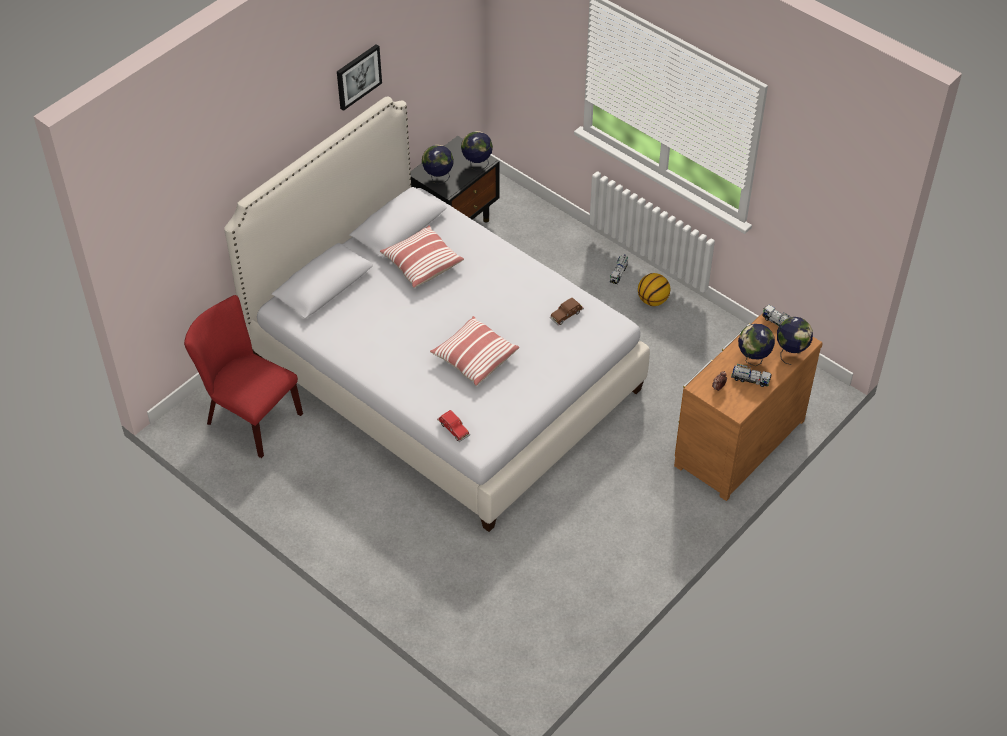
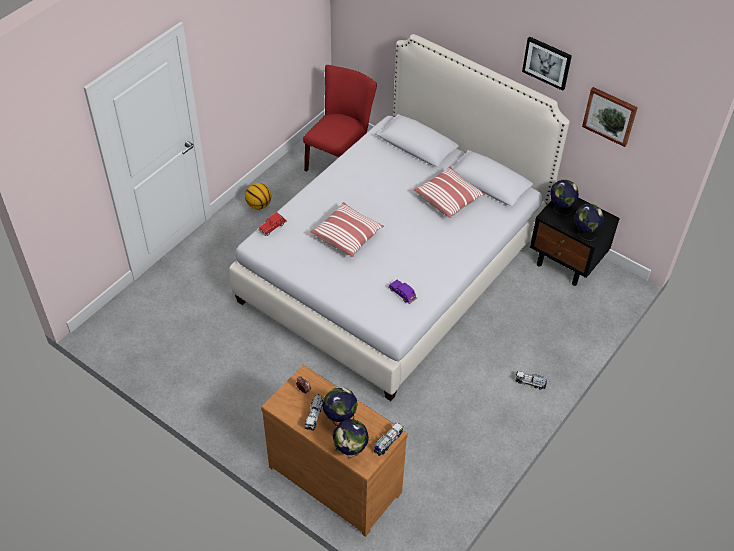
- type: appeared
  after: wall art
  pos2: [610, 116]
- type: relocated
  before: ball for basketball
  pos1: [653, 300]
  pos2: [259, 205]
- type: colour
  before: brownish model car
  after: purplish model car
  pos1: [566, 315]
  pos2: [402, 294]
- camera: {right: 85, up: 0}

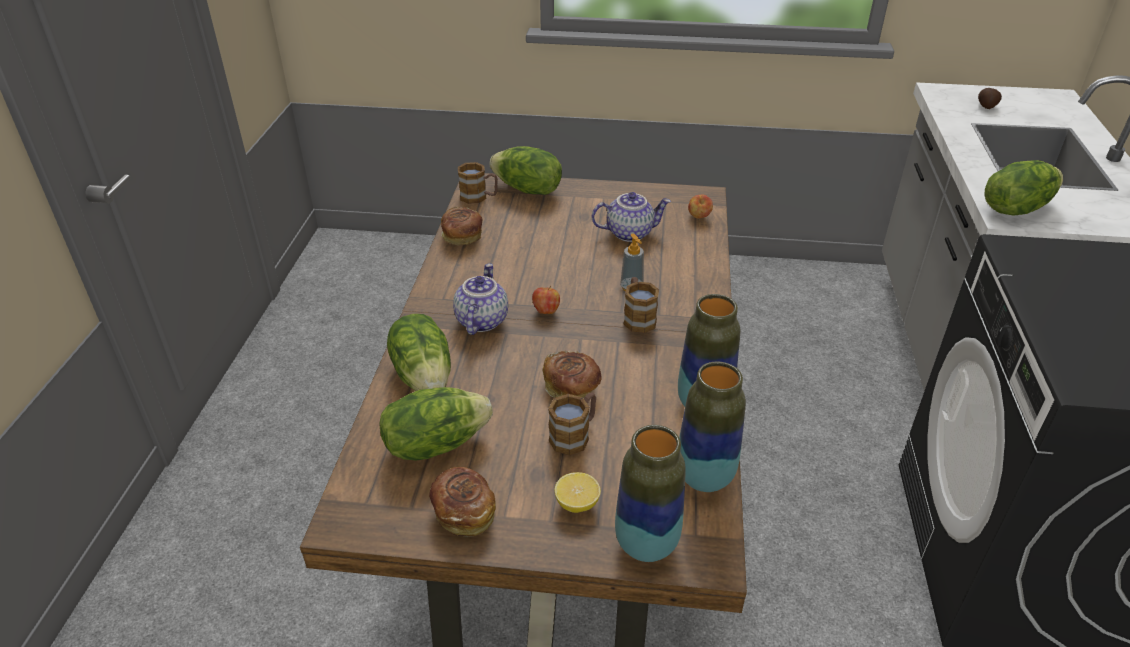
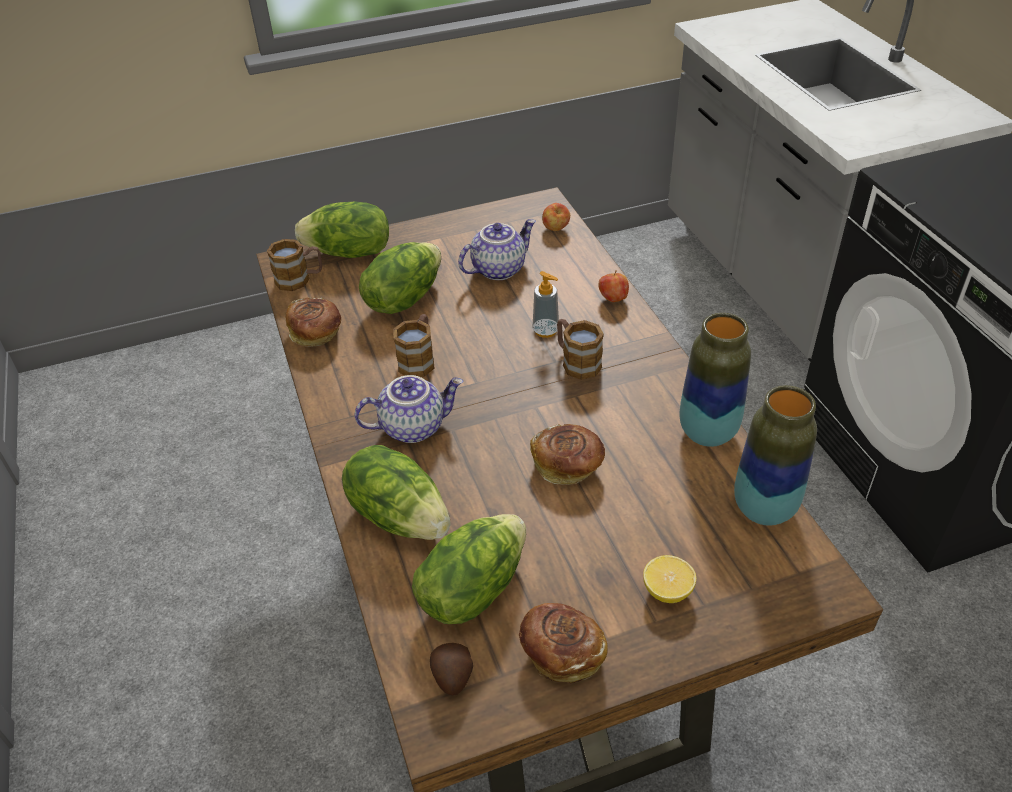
- type: missing
  before: flower vase
  pos1: [646, 544]
- type: relocated
  before: whole apple
  pos1: [546, 311]
  pos2: [613, 299]
- type: relocated
  before: mug
  pos1: [574, 435]
  pos2: [419, 359]
- type: relocated
  before: potato
  pos1: [986, 107]
  pos2: [452, 678]
- type: relocated
  before: lettuce
  pos1: [1015, 208]
  pos2: [403, 298]
- type: spun
  before: pot for tea
  pos1: [480, 320]
  pos2: [413, 426]
  turn: 90
- camera: {right: -25, up: 5}

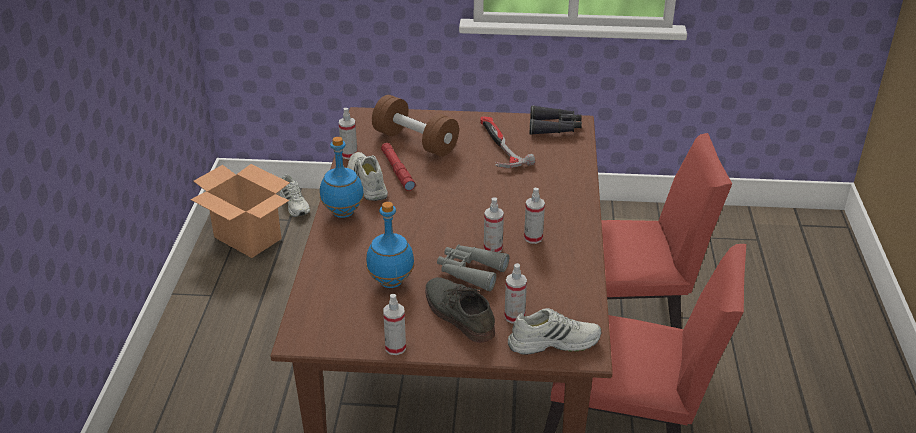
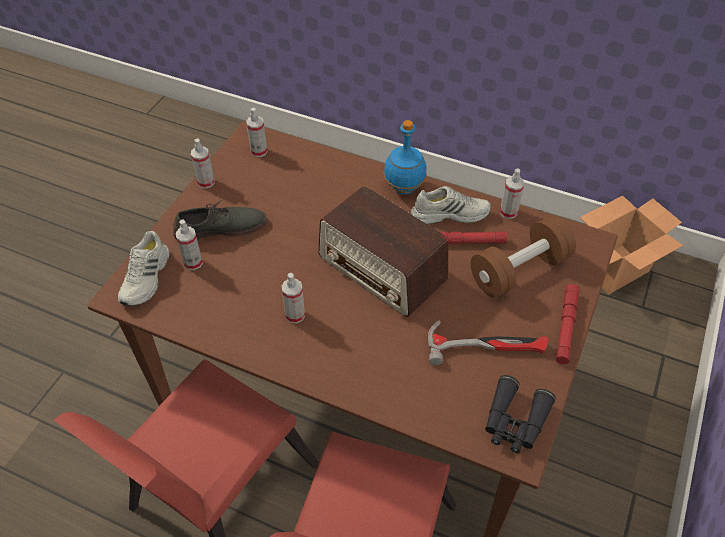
- type: missing
  before: white-coloured item of footwear
  pos1: [295, 204]
- type: missing
  before: bluish bottle
  pos1: [391, 282]
- type: missing
  before: grey pair of binoculars
  pos1: [470, 271]
- type: appeared
  after: radio receiver
  pos2: [382, 269]
- type: appeared
  after: reddish torch
  pos2: [566, 327]
- type: relocated
  before: spray bottle
  pos1: [493, 248]
  pos2: [259, 151]
- camera: {right: 110, up: 15}

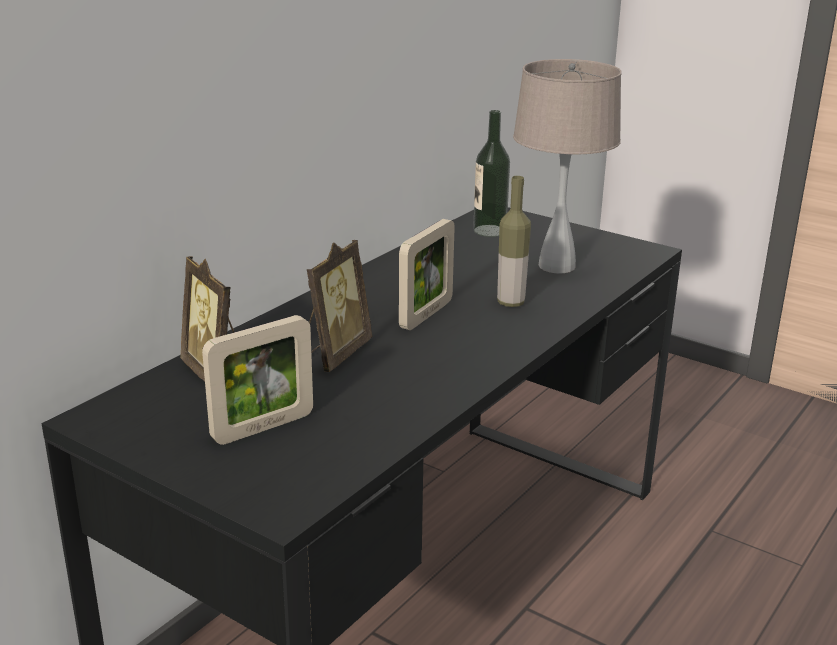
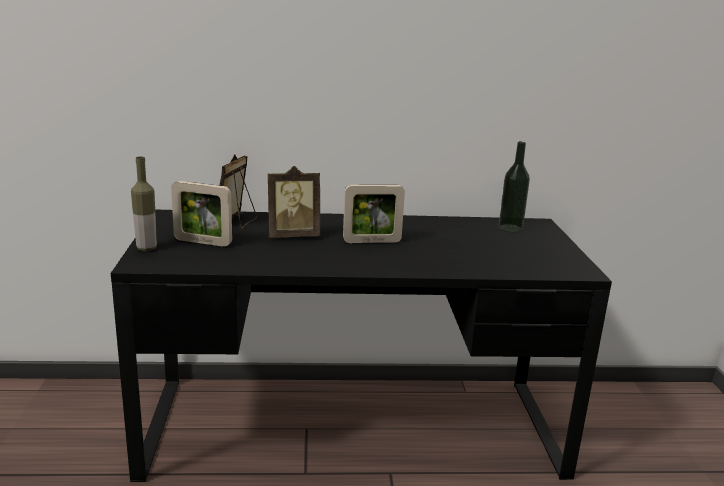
- type: missing
  before: beige-coloured table lamp
  pos1: [556, 266]
- type: relocated
  before: bottle
  pos1: [510, 303]
  pos2: [146, 248]
- camera: {right: 50, up: -5}

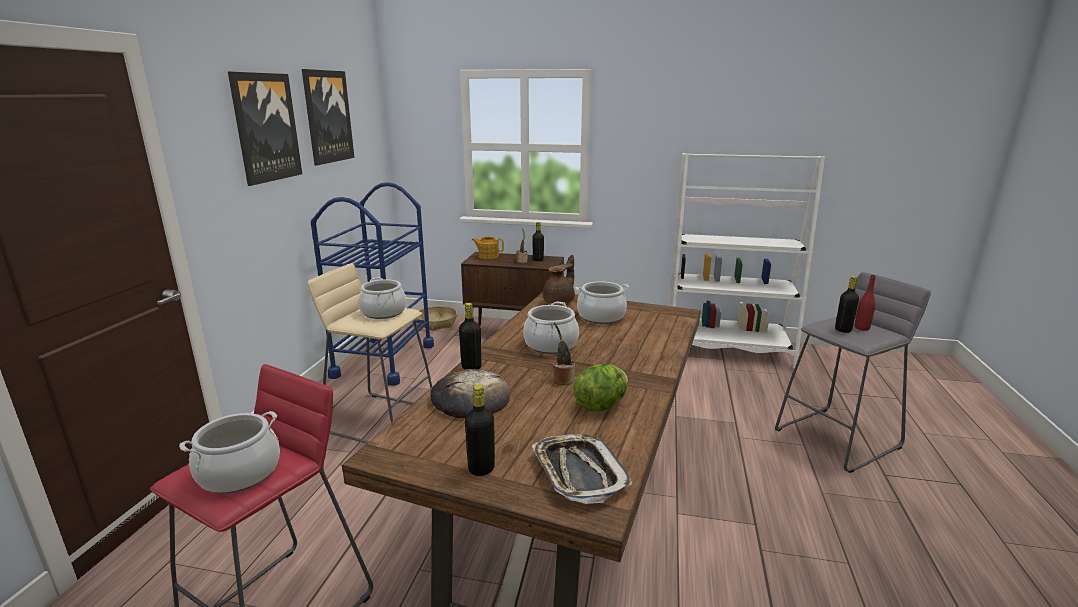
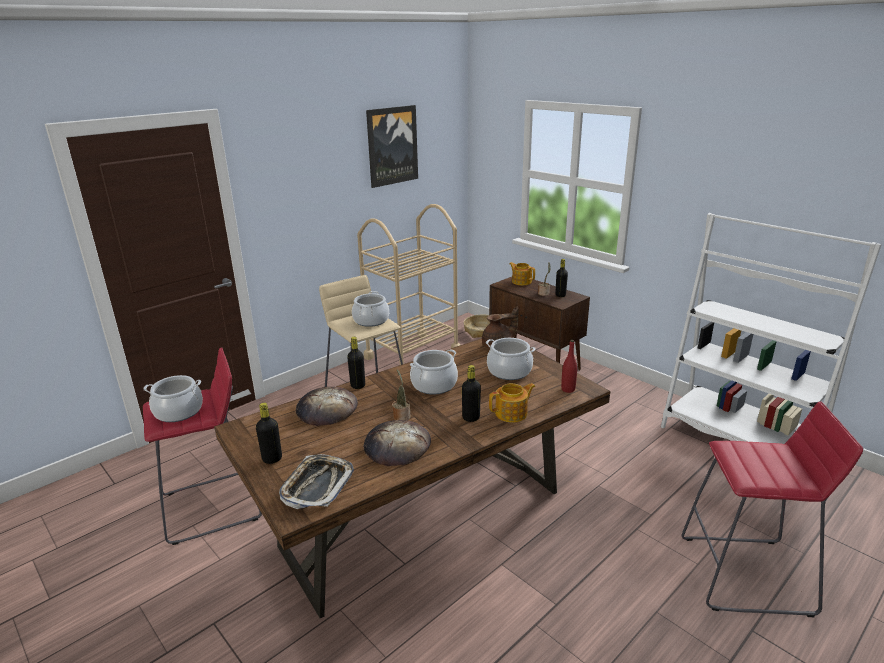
- type: missing
  before: wall art
  pos1: [265, 127]
- type: appeared
  after: pot for tea
  pos2: [512, 413]
- type: relocated
  before: blackish bottle
  pos1: [843, 330]
  pos2: [471, 418]
- type: relocated
  before: reddish bottle
  pos1: [861, 328]
  pos2: [568, 389]
- type: exchanged
  before: lettuce
  after: bread
  pos1: [601, 405]
  pos2: [397, 446]
- type: colour
  before: bluish wheeled cart
  after: beige-coloured wheeled cart
  pos1: [384, 360]
  pos2: [412, 354]
- type: colour
  before: grey stool seat
  after: reddish stool seat
  pos1: [838, 438]
  pos2: [746, 575]
- camera: {right: 35, up: 5}

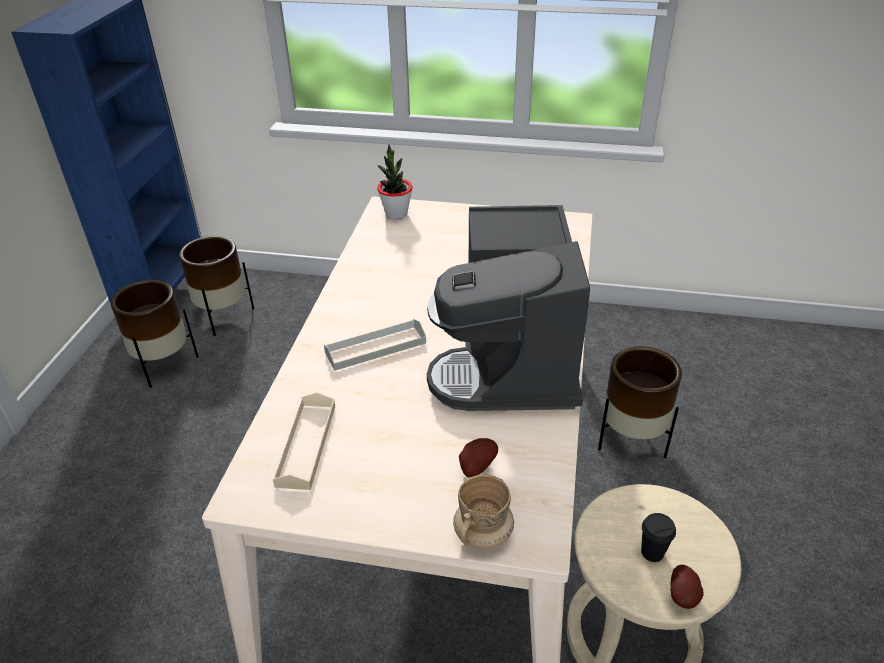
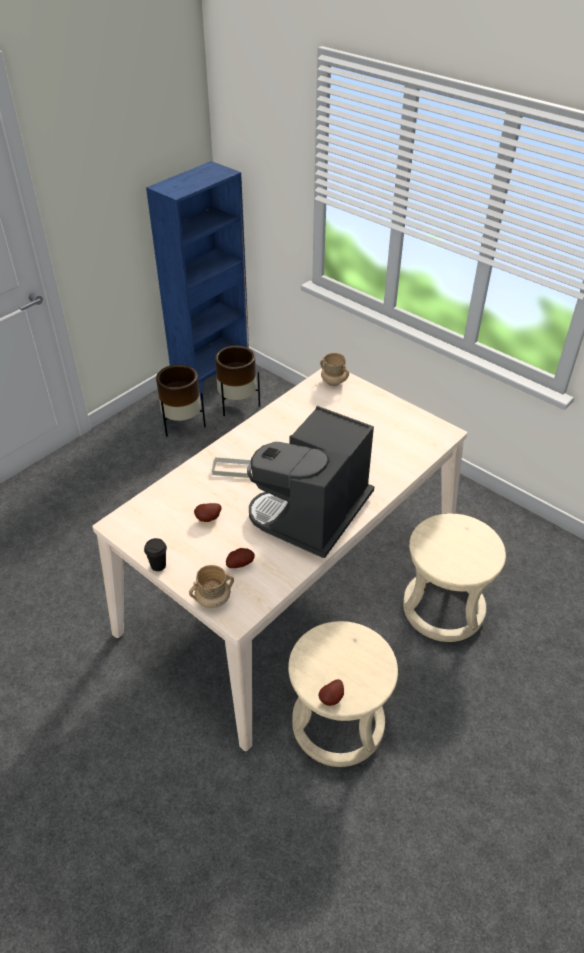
- type: missing
  before: beige-coloured tray
  pos1: [306, 445]
- type: appeared
  after: potato
  pos2: [209, 519]
- type: relocated
  before: blackish cup
  pos1: [652, 552]
  pos2: [158, 565]
- type: exchanged
  before: potted plant
  after: beige-coloured mug
  pos1: [396, 213]
  pos2: [333, 382]
- type: exchanged
  before: brownish plant pot
  after: beige-coloured stool seat
  pos1: [631, 440]
  pos2: [443, 609]
- camera: {right: 30, up: 5}

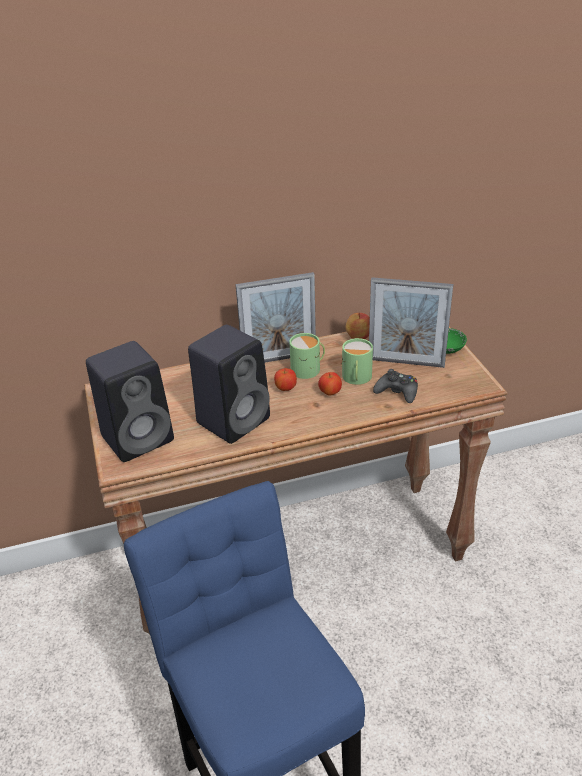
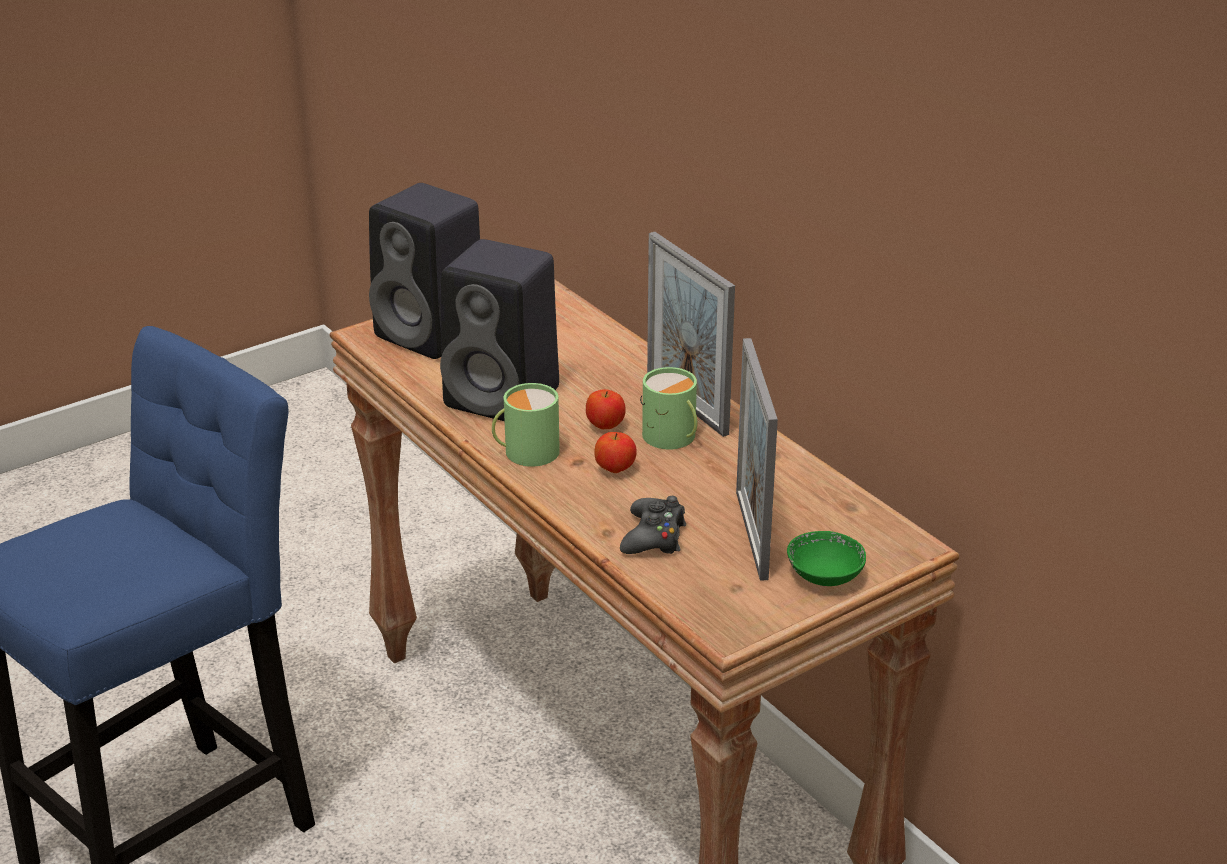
- type: missing
  before: whole apple
  pos1: [358, 336]
- type: relocated
  before: green-coloured mug
  pos1: [356, 378]
  pos2: [525, 451]
- camera: {right: 70, up: -5}

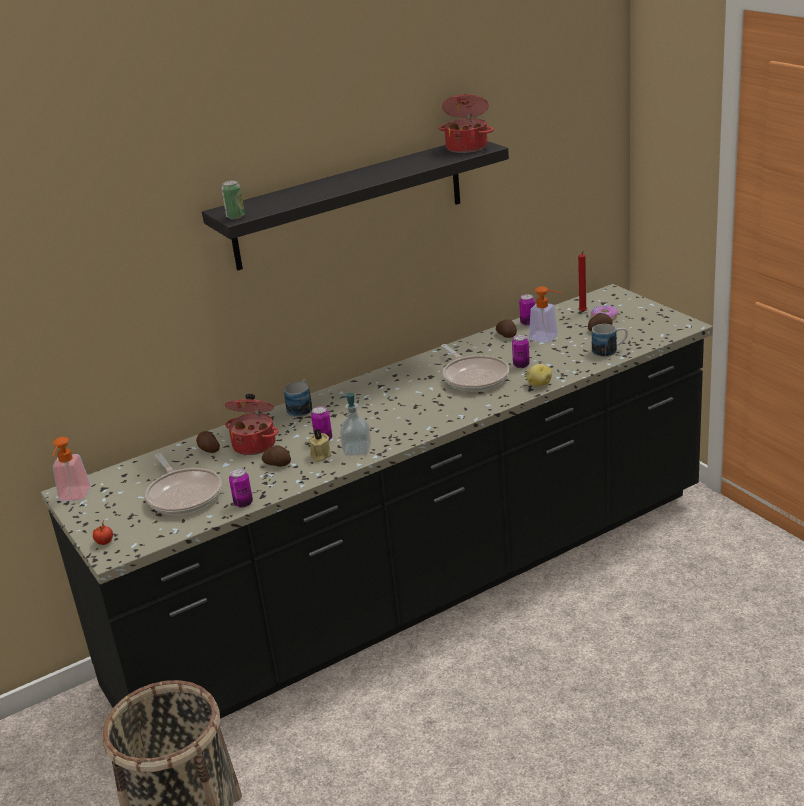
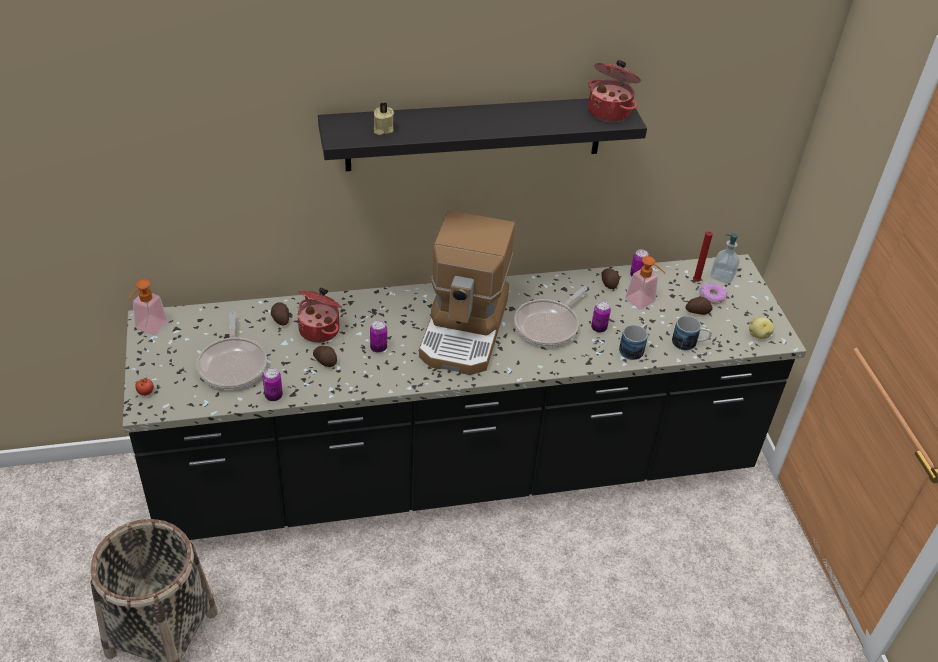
- type: missing
  before: sealed can
  pos1: [235, 217]
- type: appeared
  after: coffee machine
  pos2: [465, 330]
- type: relocated
  before: mug
  pos1: [301, 408]
  pos2: [634, 348]
- type: relocated
  before: beige-coloured wax candle
  pos1: [320, 456]
  pos2: [382, 129]
- type: relocated
  before: soap bottle
  pos1: [357, 450]
  pos2: [722, 276]
- type: relocated
  before: potato
  pos1: [539, 384]
  pos2: [758, 335]
- type: spun
  before: pan
  pos1: [474, 377]
  pos2: [548, 325]
  turn: 45
- camera: {right: 15, up: 15}

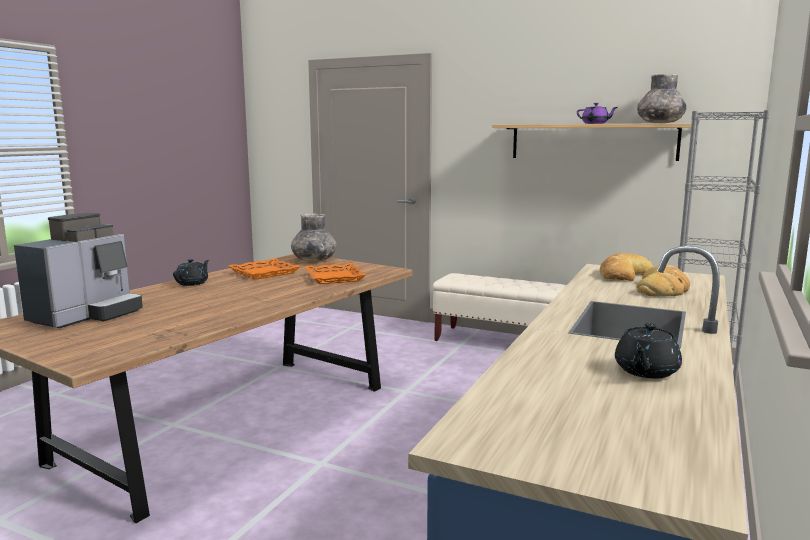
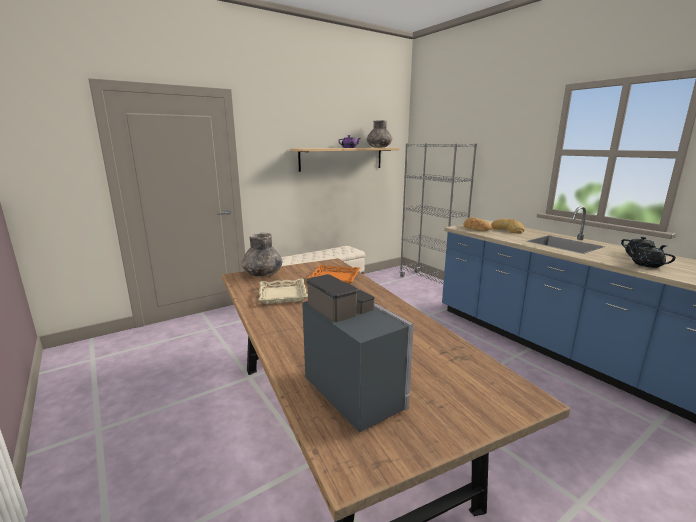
- type: relocated
  before: blackish pot for tea
  pos1: [193, 283]
  pos2: [646, 264]
- type: colour
  before: orange-coloured tray
  after: beige-coloured tray
  pos1: [264, 273]
  pos2: [282, 295]
- camera: {right: -60, up: 5}

